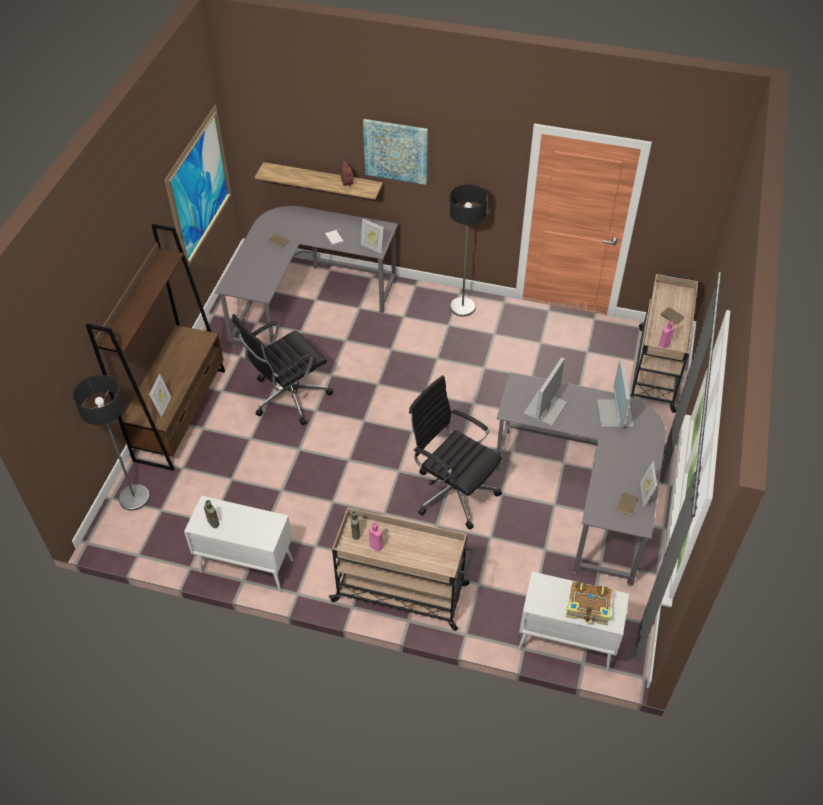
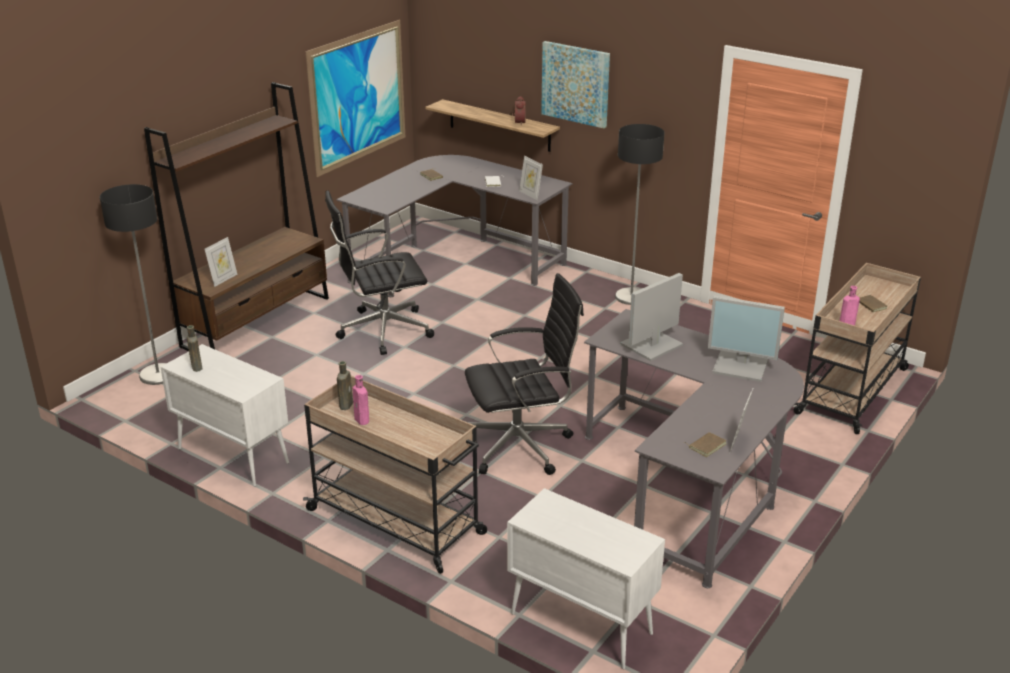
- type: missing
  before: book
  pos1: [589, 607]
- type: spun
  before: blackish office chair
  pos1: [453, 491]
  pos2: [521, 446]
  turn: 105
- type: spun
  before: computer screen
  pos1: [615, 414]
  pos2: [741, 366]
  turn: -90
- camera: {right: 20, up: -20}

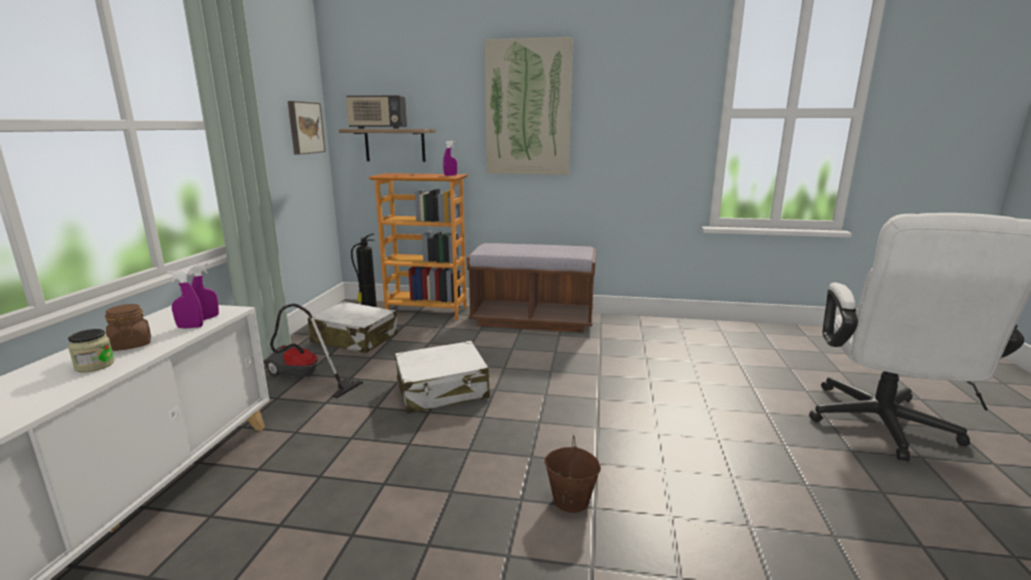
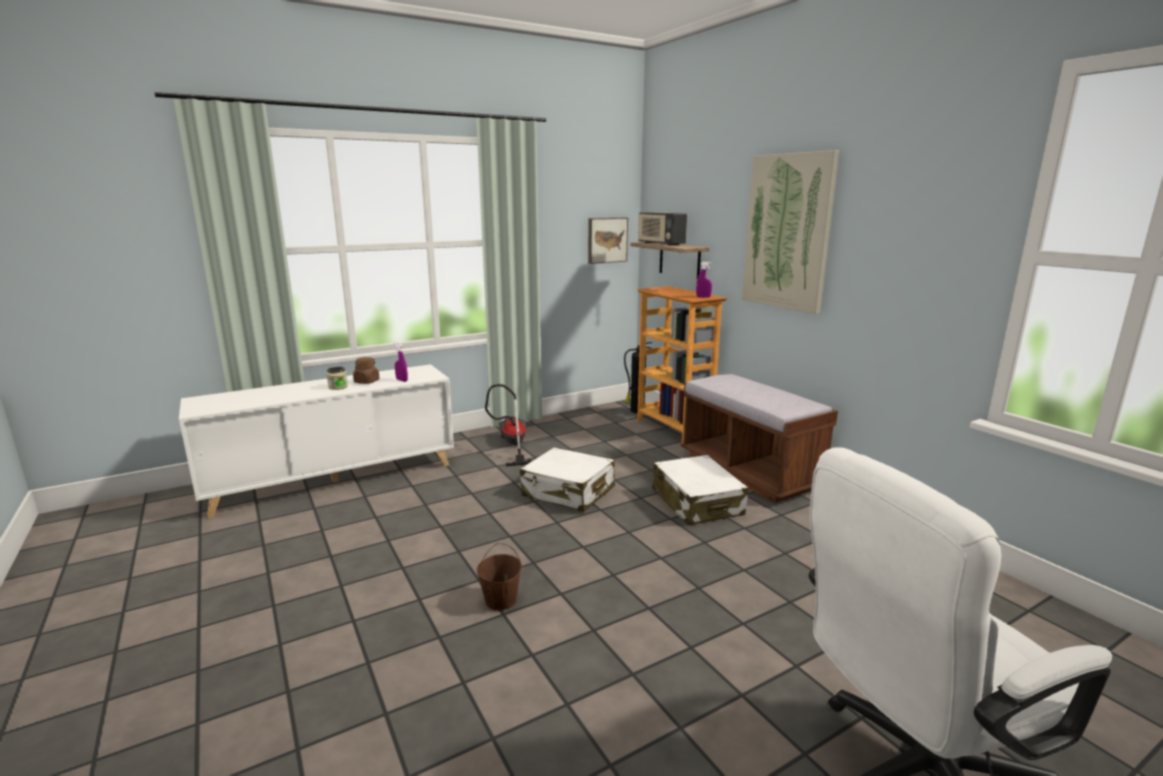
- type: missing
  before: purplish spray bottle
  pos1: [207, 318]
- type: relocated
  before: white-coloured suitcase
  pos1: [355, 339]
  pos2: [697, 502]
- camera: {right: 50, up: 0}

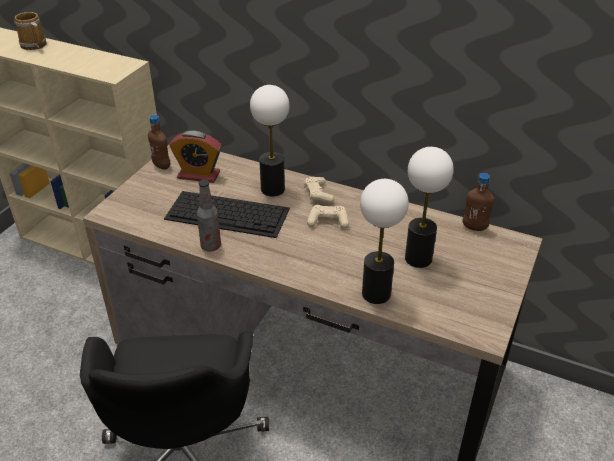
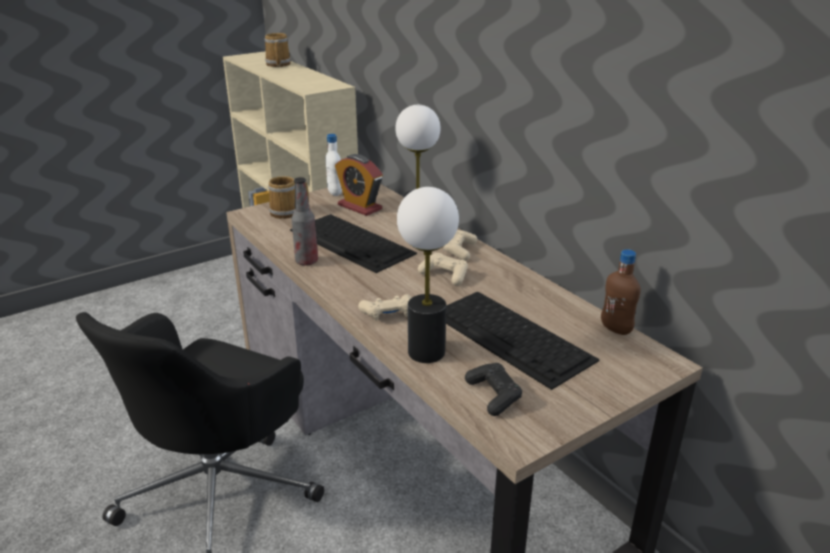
- type: appeared
  after: mug
  pos2: [287, 212]
- type: appeared
  after: beige-coloured gamepad
  pos2: [387, 314]
- type: appeared
  after: blackish gamepad
  pos2: [493, 395]
- type: exchanged
  before: table lamp
  after: PC keyboard
  pos1: [418, 258]
  pos2: [512, 336]
- type: colour
  before: brownish bottle
  after: white-coloured bottle
  pos1: [161, 166]
  pos2: [335, 193]
- camera: {right: 30, up: -10}

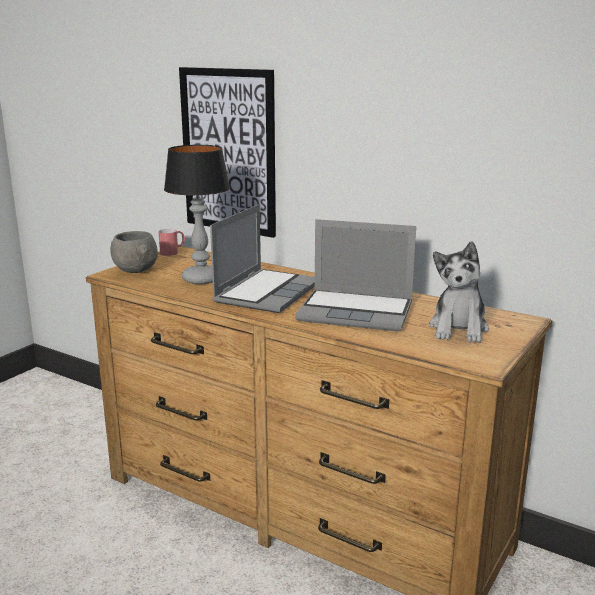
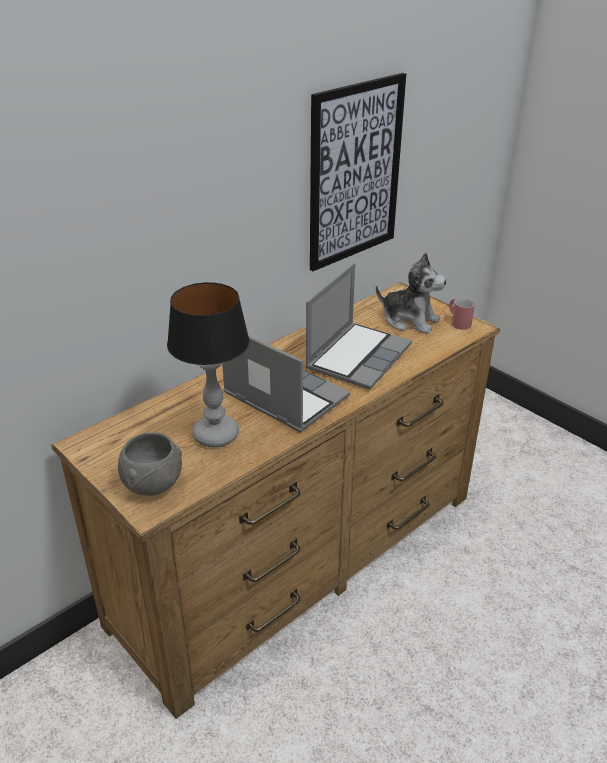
- type: relocated
  before: reddish mug
  pos1: [173, 252]
  pos2: [458, 322]
- type: relocated
  before: wall art
  pos1: [228, 151]
  pos2: [355, 173]
- camera: {right: -75, up: 15}

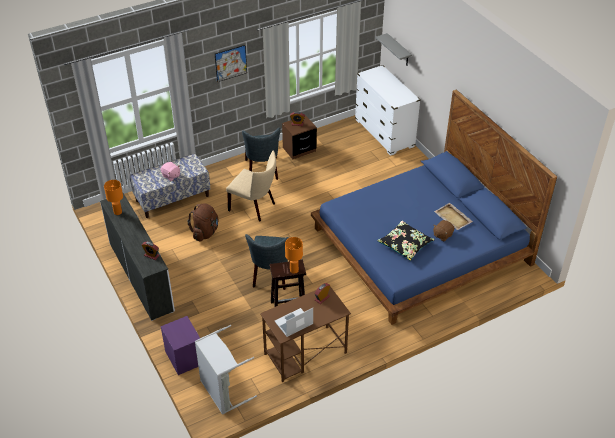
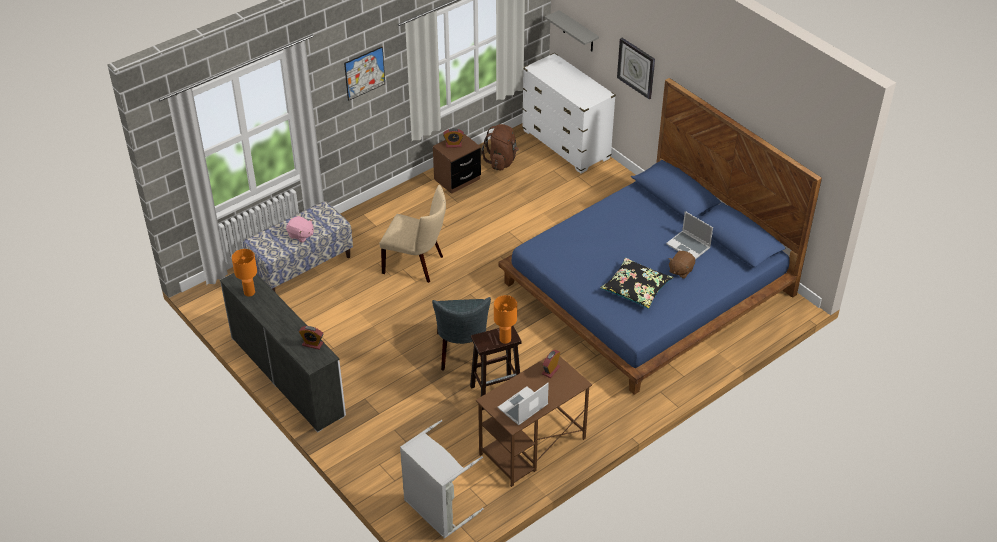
- type: missing
  before: purplish night table
  pos1: [184, 357]
- type: missing
  before: grey plain chair
  pos1: [262, 171]
- type: appeared
  after: hanging clock
  pos2: [636, 68]
- type: relocated
  before: brownish backpack
  pos1: [205, 232]
  pos2: [501, 161]
- type: exchanged
  before: beige-coloured tray
  after: portable computer
  pos1: [453, 218]
  pos2: [689, 246]
- camera: {right: -10, up: 0}

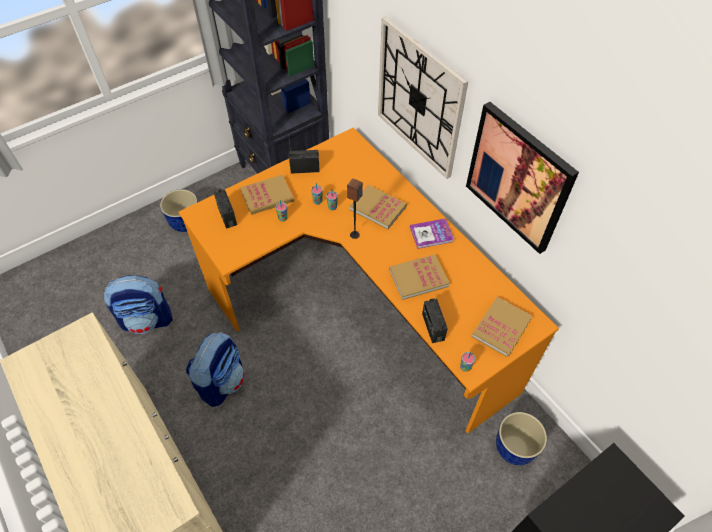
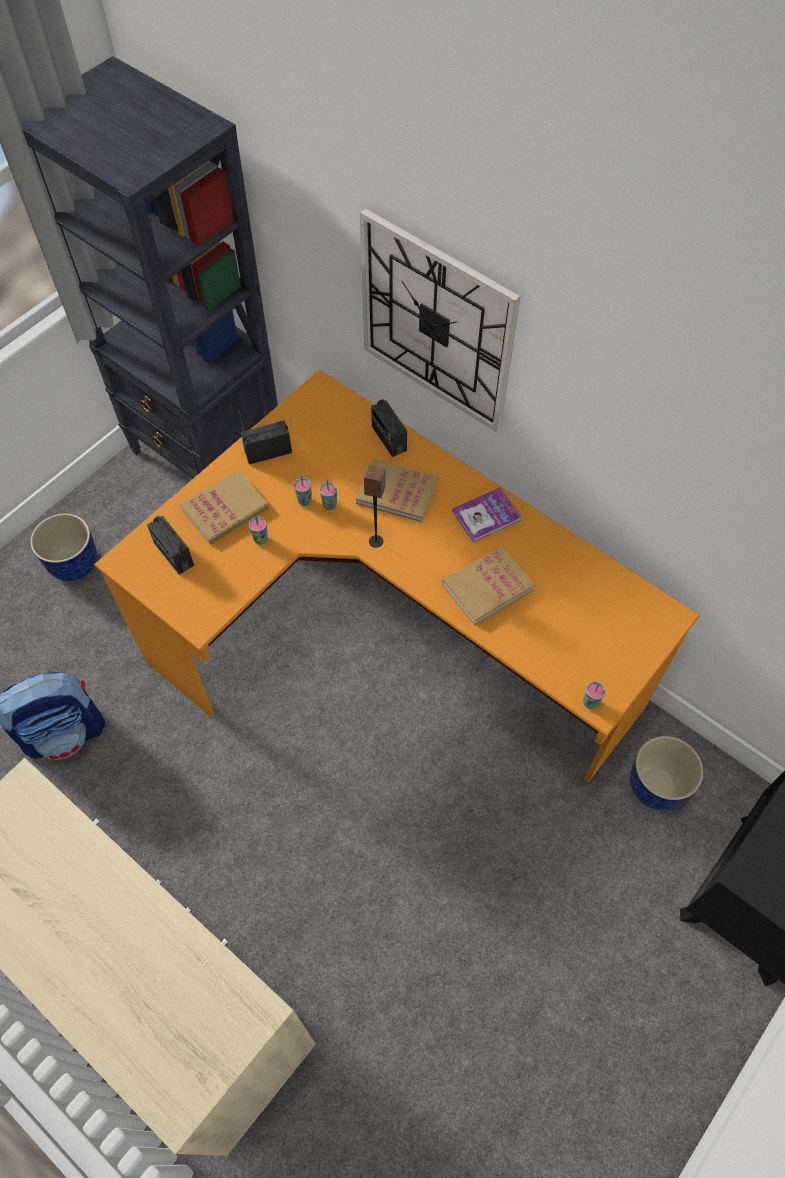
- type: missing
  before: backpack
  pos1: [222, 381]
- type: missing
  before: wall art
  pos1: [518, 178]
- type: missing
  before: book
  pos1: [501, 328]
- type: relocated
  before: radio receiver
  pos1: [432, 327]
  pos2: [388, 438]
- camera: {right: -15, up: 5}

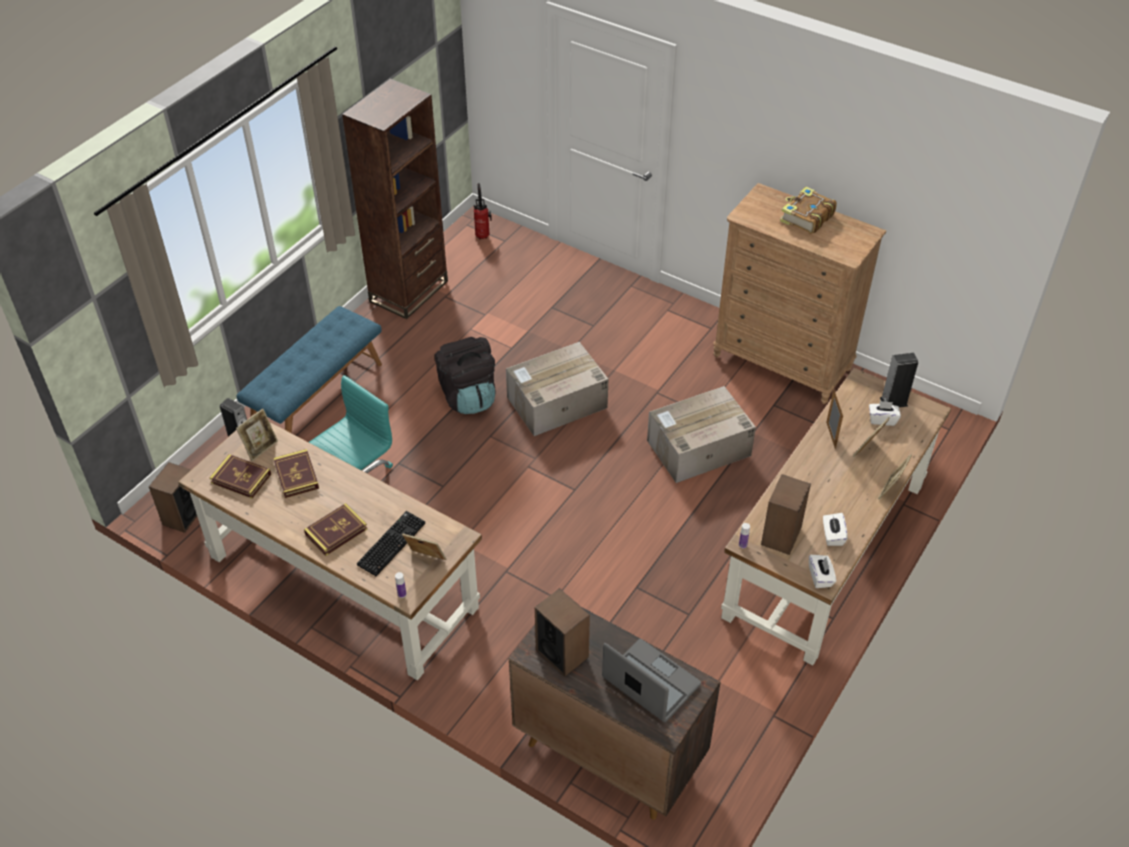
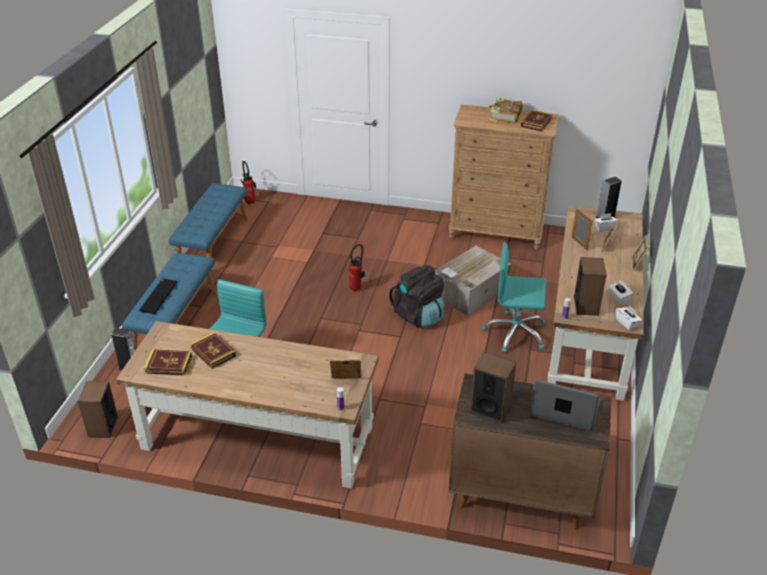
- type: missing
  before: photo frame
  pos1: [260, 448]
- type: appeared
  after: blue-green office chair
  pos2: [515, 333]
- type: relocated
  before: book
  pos1: [336, 531]
  pos2: [536, 122]
- type: relocated
  before: PC keyboard
  pos1: [391, 543]
  pos2: [158, 296]
- type: relocated
  before: blackish backpack
  pos1: [468, 396]
  pos2: [418, 316]
- type: exchanged
  before: brownish shelving unit
  after: bluish long seat
  pos1: [409, 291]
  pos2: [213, 244]
- type: exchanged
  before: carton
  after: extinguisher
  pos1: [556, 403]
  pos2: [357, 288]
- camera: {right: -20, up: -10}

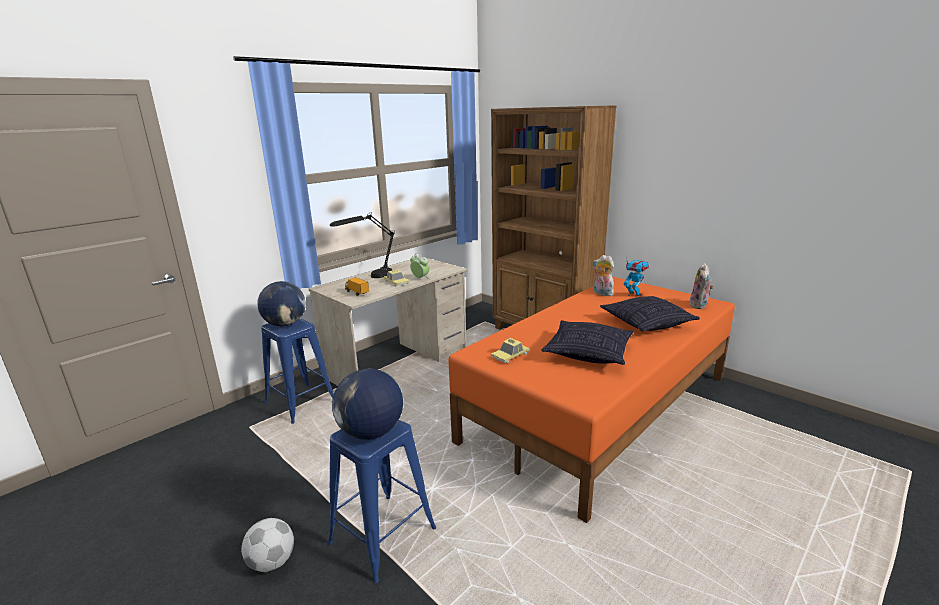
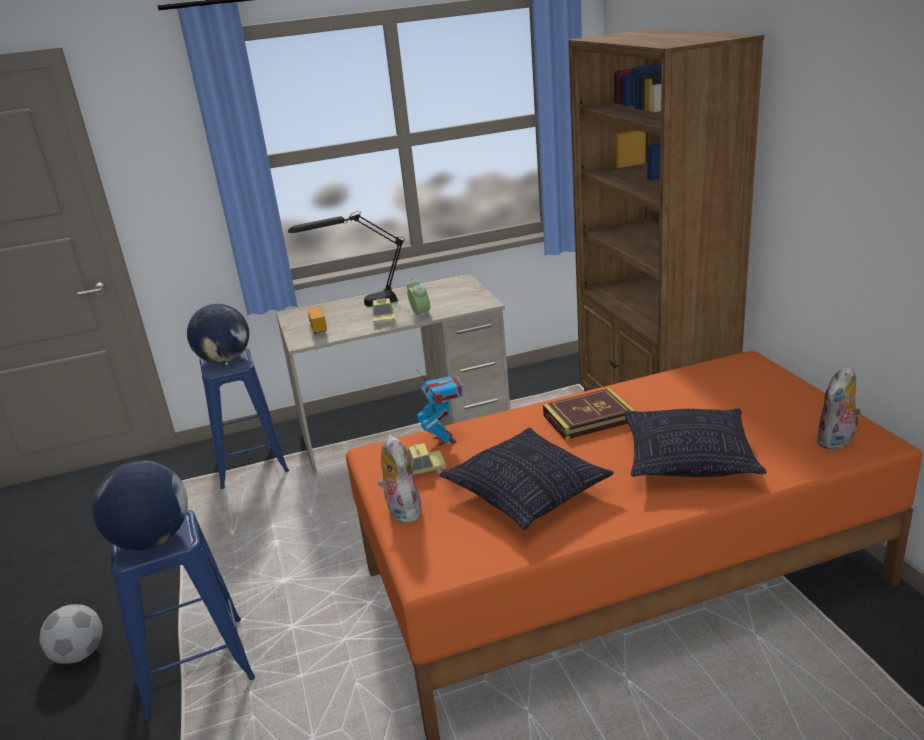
- type: appeared
  after: book
  pos2: [588, 418]
- type: relocated
  before: soft toy
  pos1: [602, 294]
  pos2: [401, 511]
- type: relocated
  before: model robot
  pos1: [634, 295]
  pos2: [445, 439]
- camera: {right: 30, up: 5}

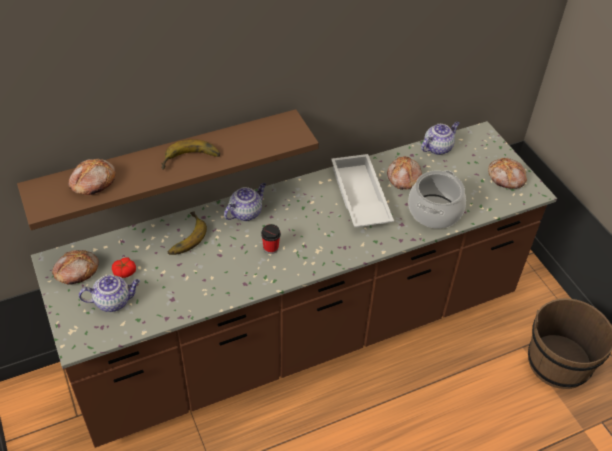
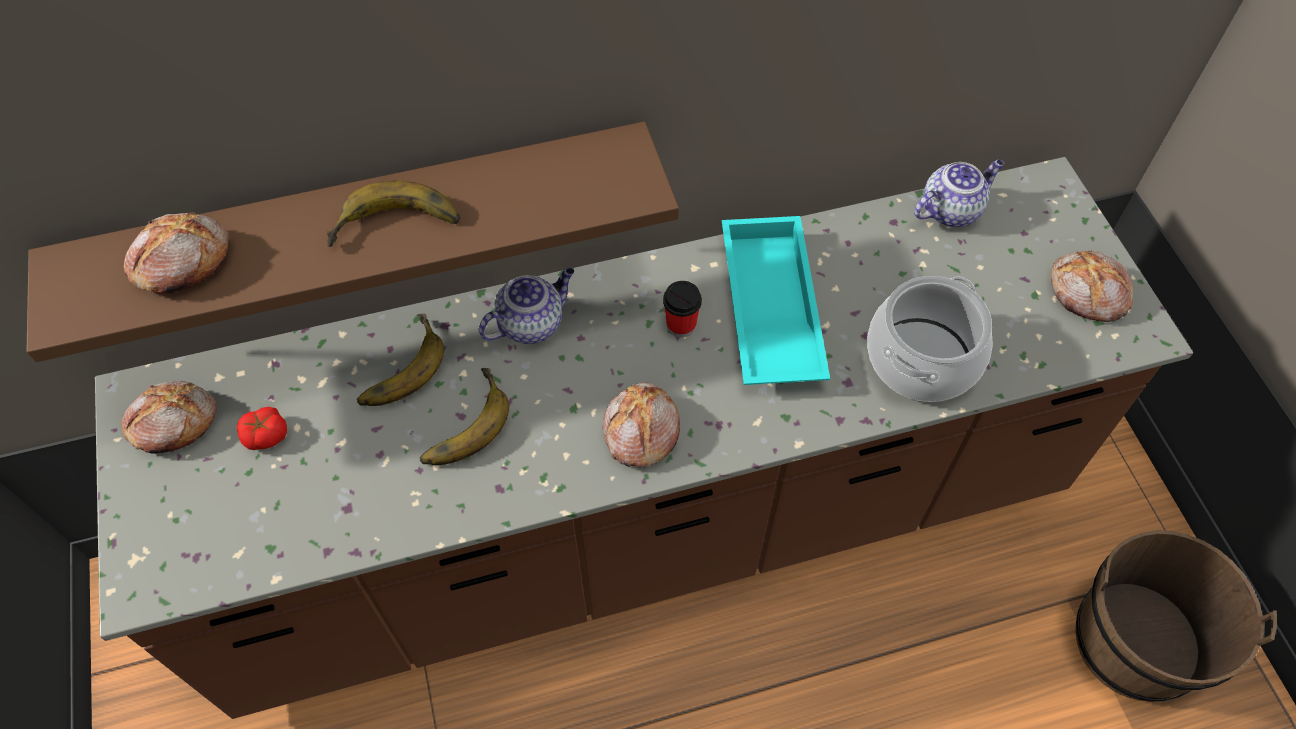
- type: missing
  before: pot for tea
  pos1: [113, 301]
- type: appeared
  after: whole banana
  pos2: [460, 422]
- type: relocated
  before: cup
  pos1: [271, 248]
  pos2: [681, 325]
- type: relocated
  before: bread
  pos1: [403, 177]
  pos2: [639, 431]
- type: colour
  before: white-coloured tray
  after: blue-green tray
  pos1: [358, 197]
  pos2: [767, 309]
- camera: {right: 10, up: 10}

